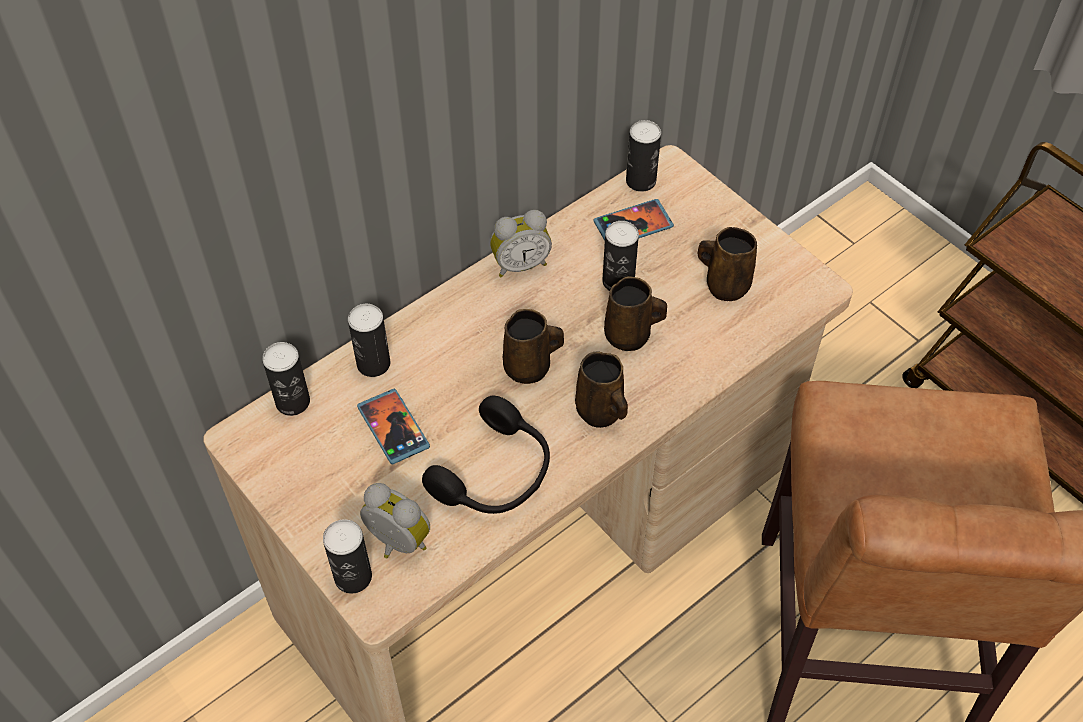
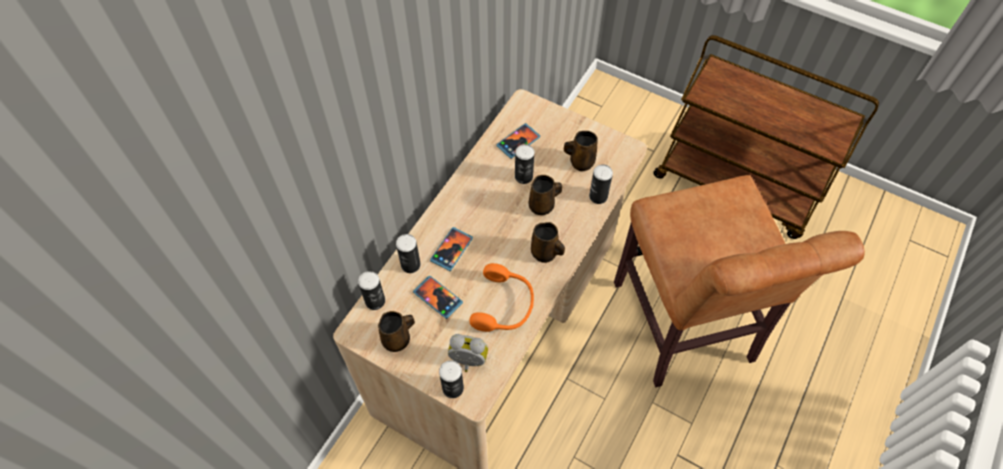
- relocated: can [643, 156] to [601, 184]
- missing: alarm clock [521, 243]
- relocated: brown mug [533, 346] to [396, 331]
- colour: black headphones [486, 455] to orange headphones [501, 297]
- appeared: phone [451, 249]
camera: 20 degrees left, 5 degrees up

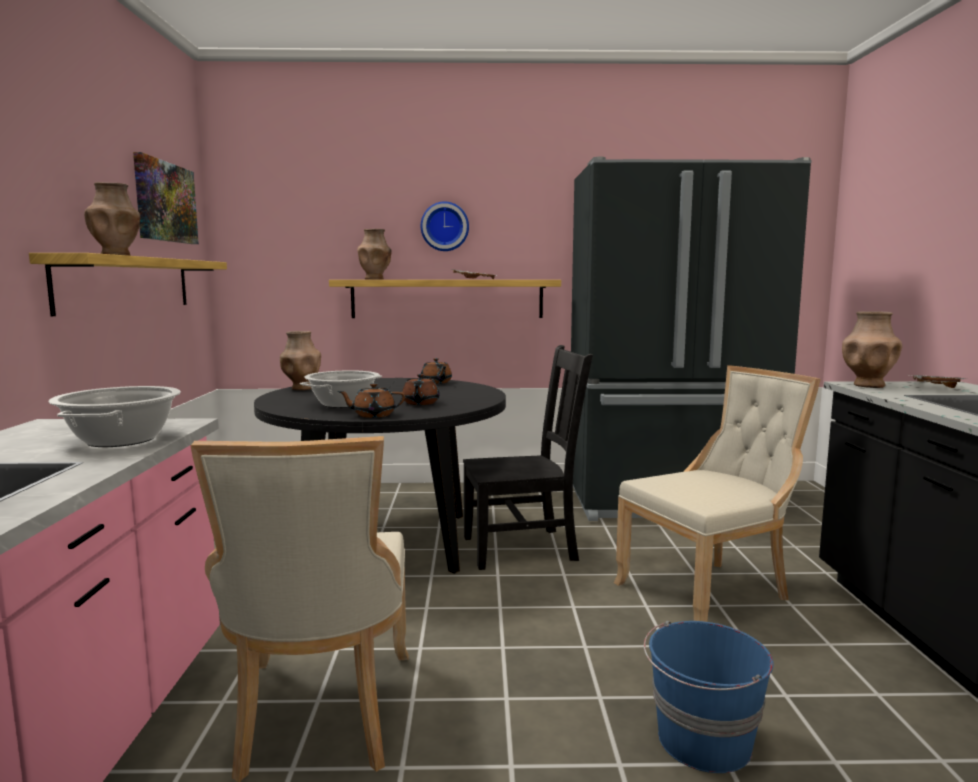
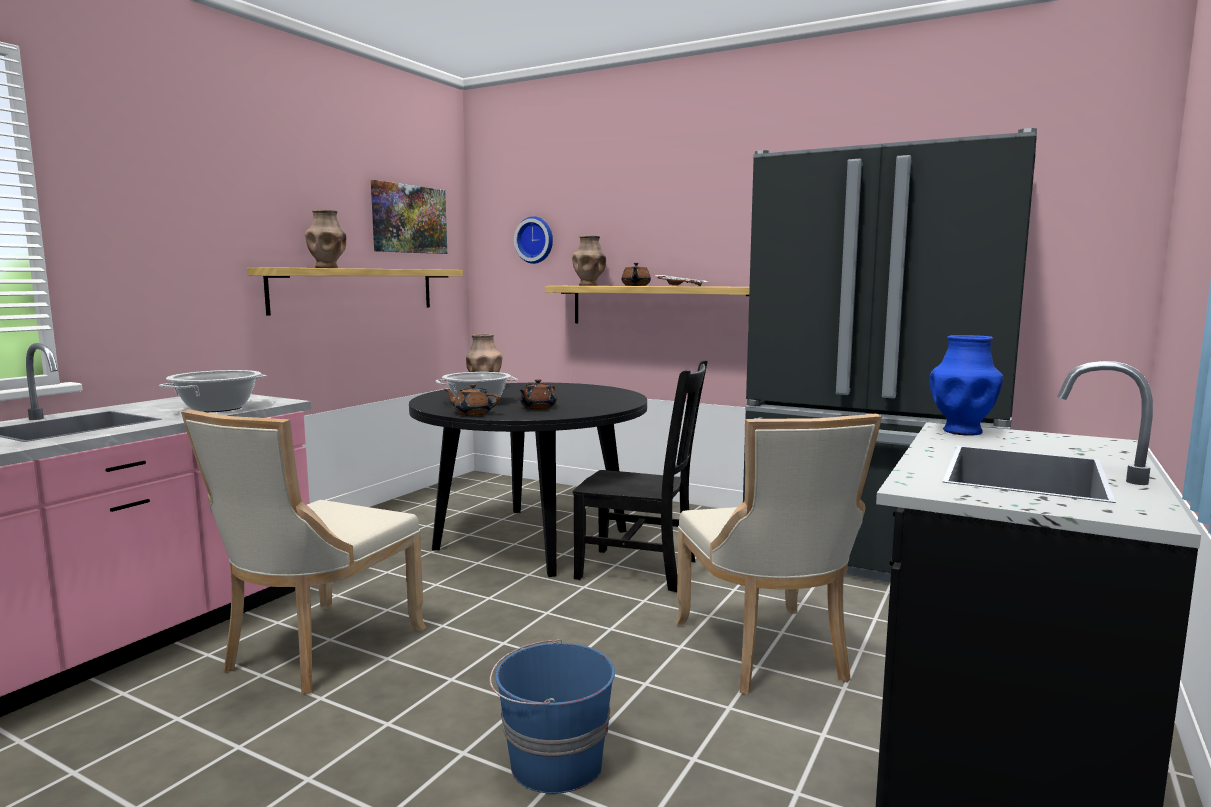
- relocated: wall clock [445, 226] to [533, 240]
- colour: brown vase [872, 349] to blue vase [966, 385]
- relocated: brown teapot [436, 371] to [636, 274]
- spun: beige chair [717, 493] = [778, 554] 75 degrees clockwise
- missing: white tray [939, 381]
camera: 30 degrees right, 0 degrees up

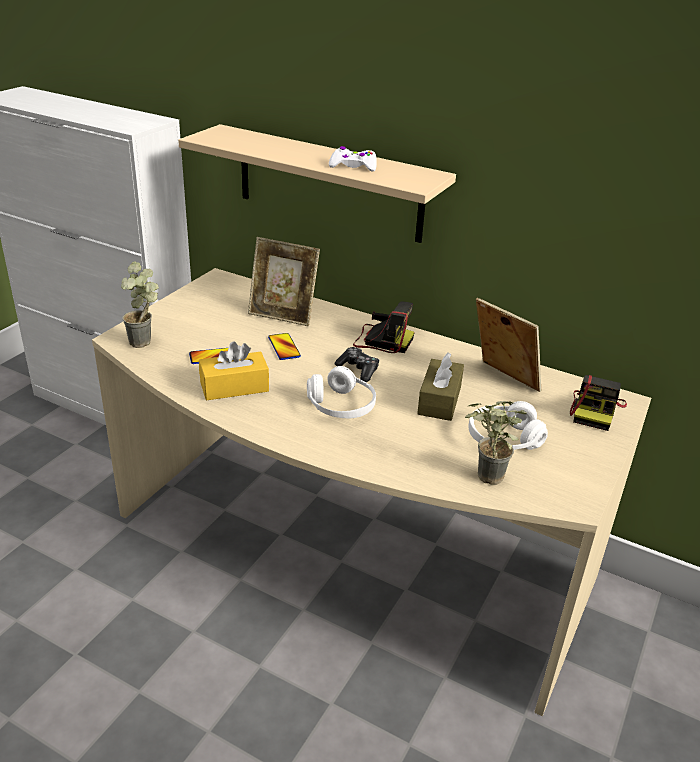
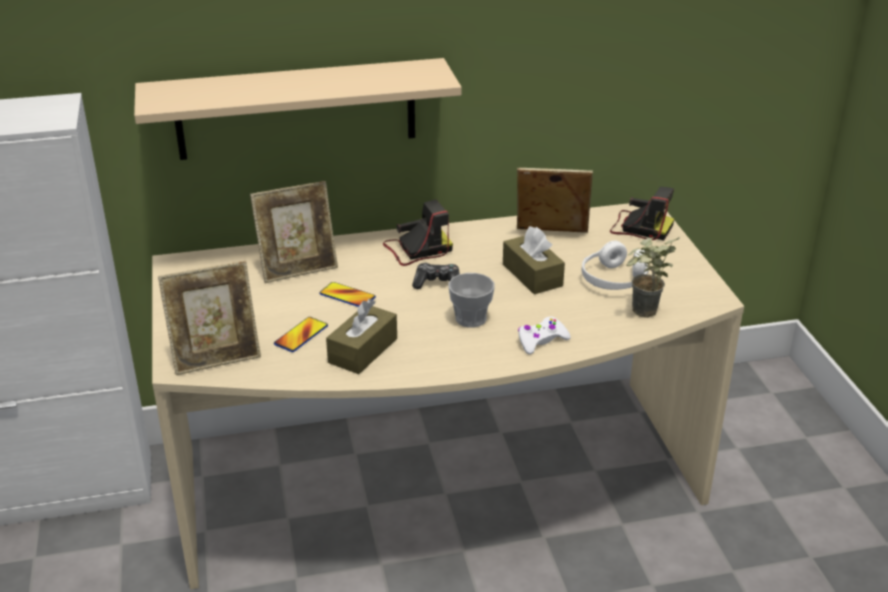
- relocated: white game controller [353, 159] to [544, 335]
- exchanged: potted plant [140, 304] to picture frame [209, 318]
- colour: yellow tissue box [234, 370] to brown tissue box [361, 336]
- exchanged: white headphones [341, 392] to cup [471, 300]
- spun: photo camera [598, 403] = [642, 213] 45 degrees counterclockwise
camera: 40 degrees left, 0 degrees up

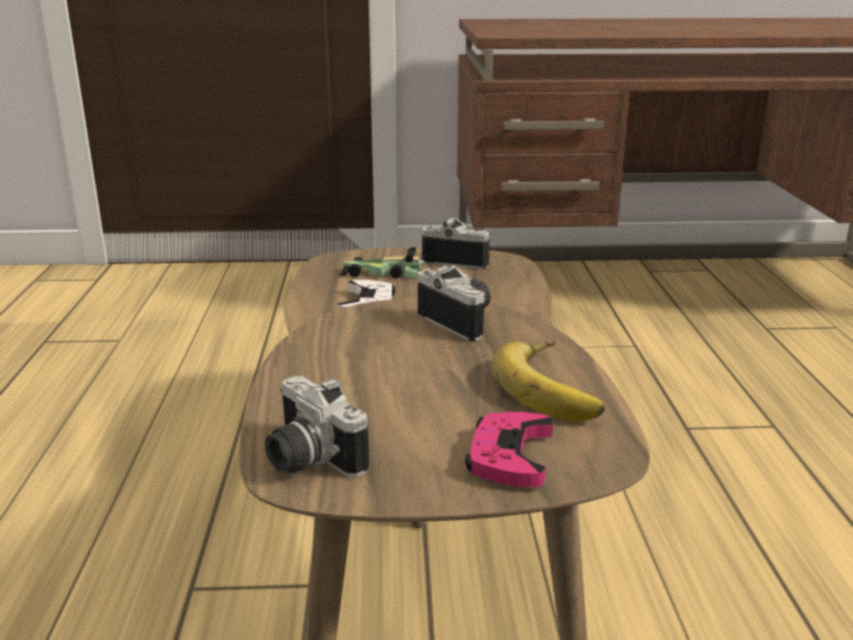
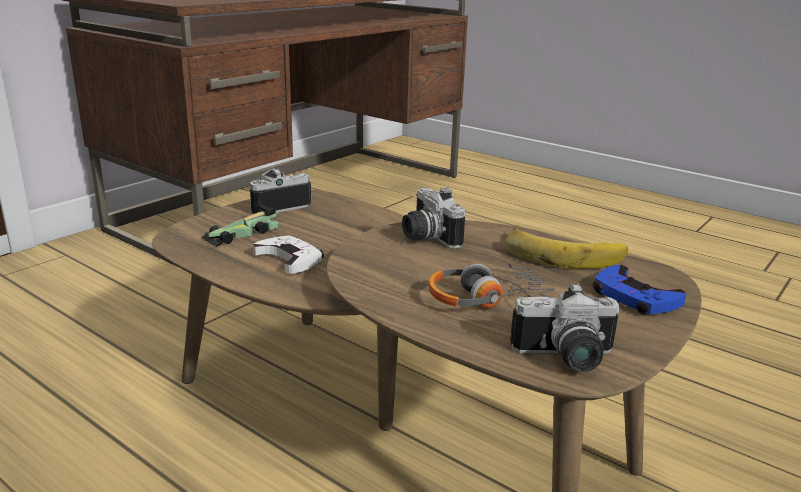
- spun: photo camera [454, 303] = [433, 218] 120 degrees counterclockwise
- colour: pink game controller [509, 450] to blue game controller [639, 290]
- appeared: headphones [492, 284]
camera: 50 degrees left, 0 degrees up

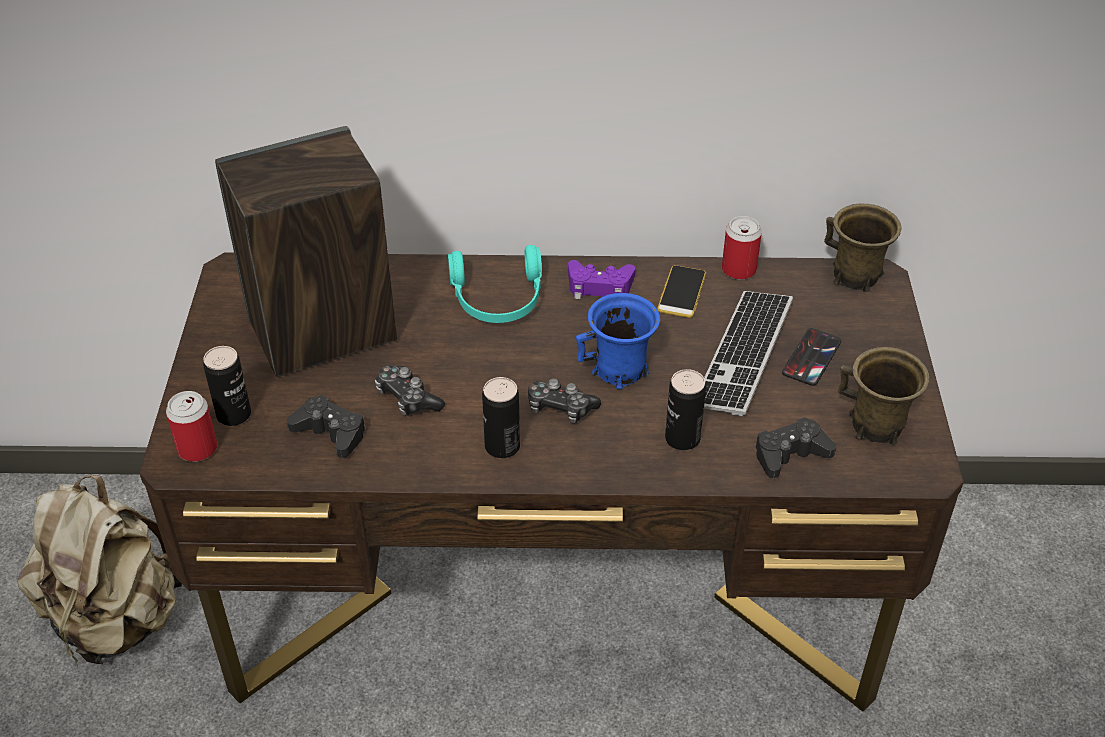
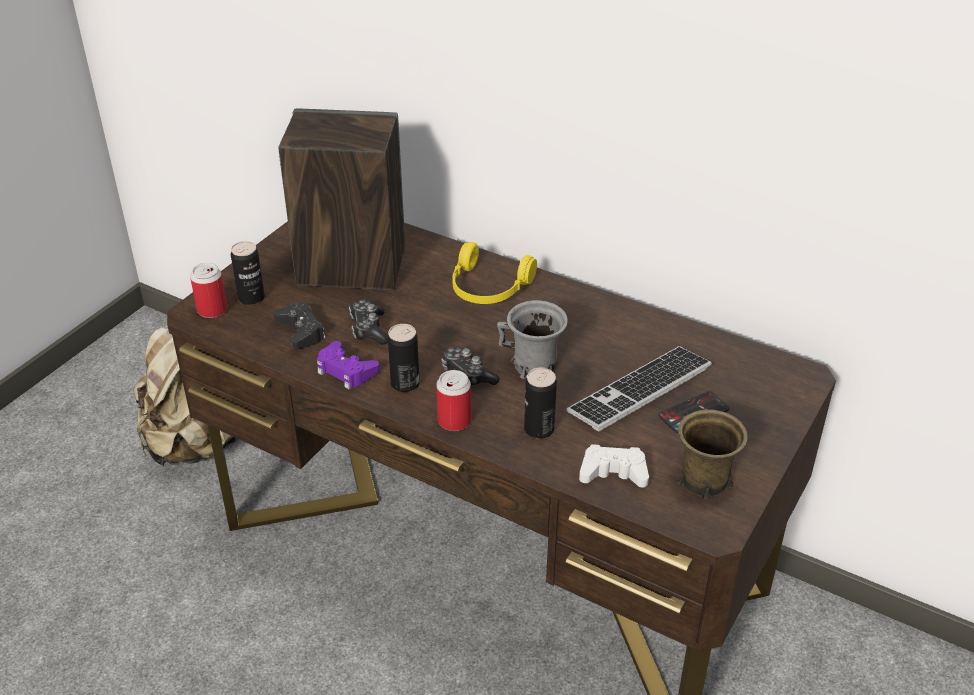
- missing: brown mug [862, 248]
- relocated: can [742, 248] to [453, 400]
- colour: turquoise headphones [495, 284] to yellow headphones [494, 273]
- relocated: purple game controller [601, 279] to [348, 365]
- missing: phone [681, 291]
- colour: blue mug [618, 341] to grey mug [532, 339]
- colour: black game controller [796, 447] to white game controller [614, 466]
camera: 30 degrees right, 5 degrees down

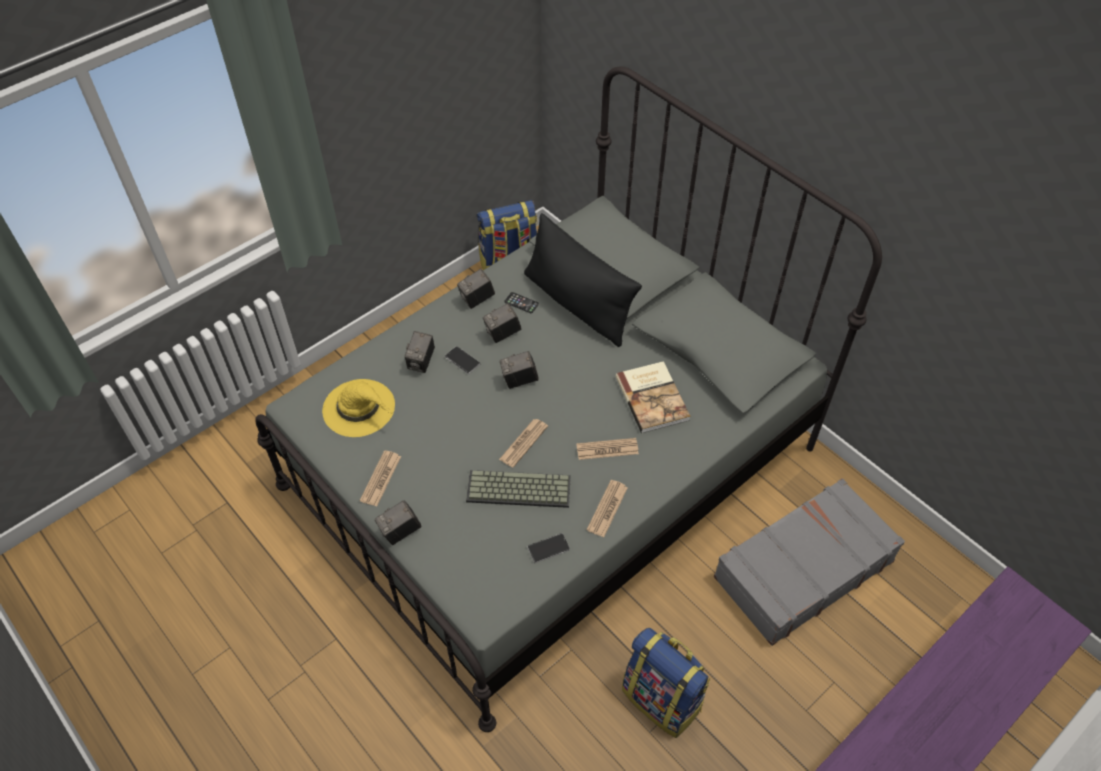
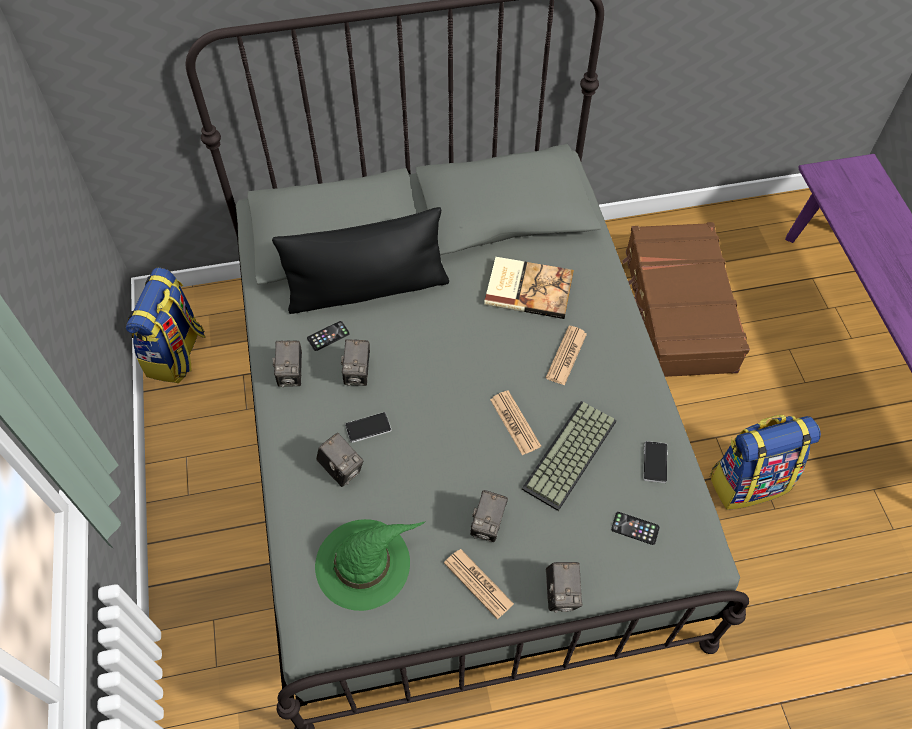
- relocated: photo camera [519, 370] to [489, 516]
- colour: yellow hat [358, 408] to green hat [370, 565]
- colour: grey suitcase [809, 562] to brown suitcase [686, 299]
- missing: newspaper [607, 508]
- appeared: phone [635, 528]
camera: 60 degrees left, 5 degrees up

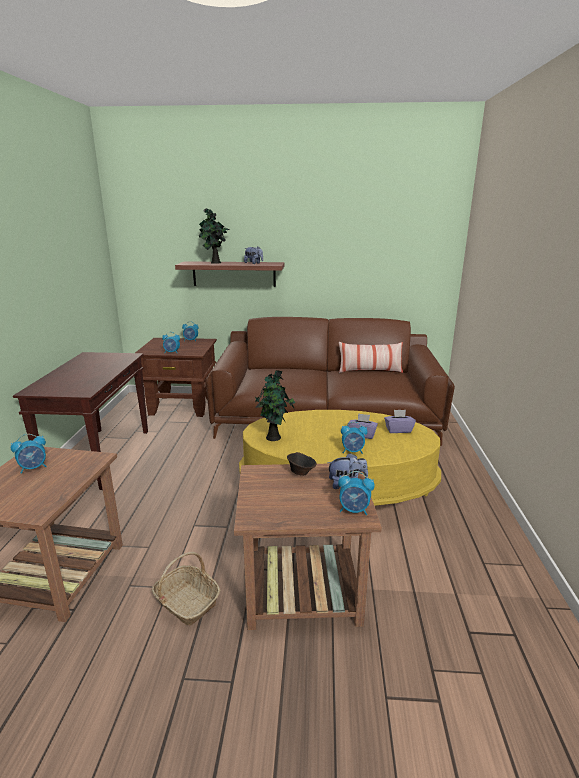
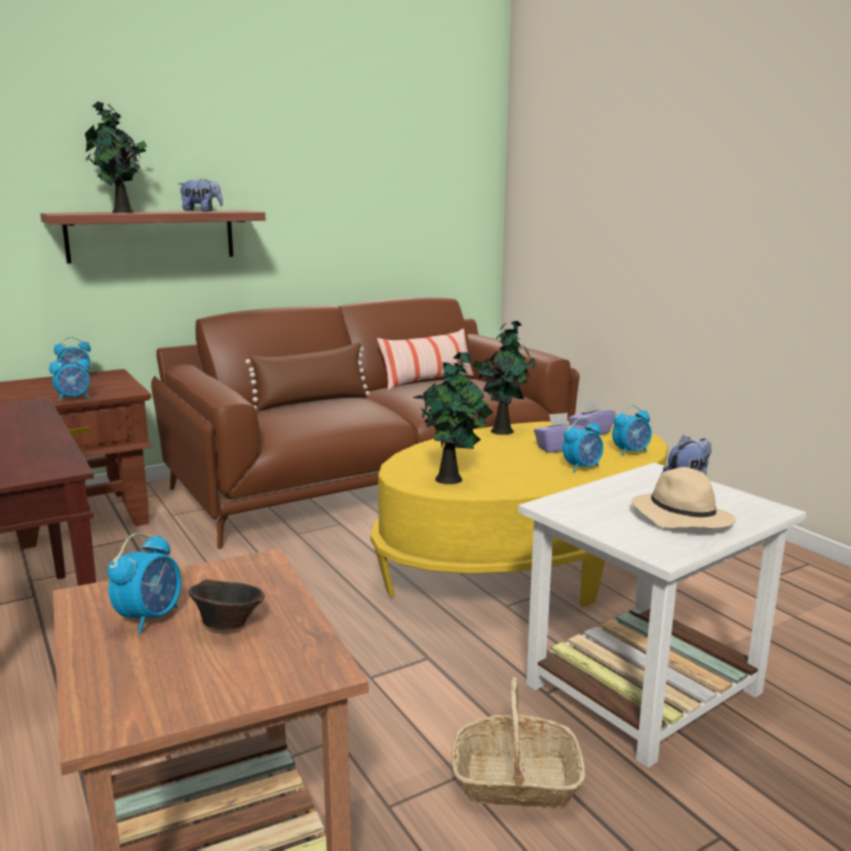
- relocated: brown bowl [302, 464] to [226, 604]
- colour: brown side table [308, 547] to white side table [662, 615]
- relocated: alarm clock [356, 493] to [632, 430]
- appeared: potted plant [504, 378]
- appeared: brown pillow [307, 376]
- appeared: beige hat [683, 497]
camera: 35 degrees left, 5 degrees down

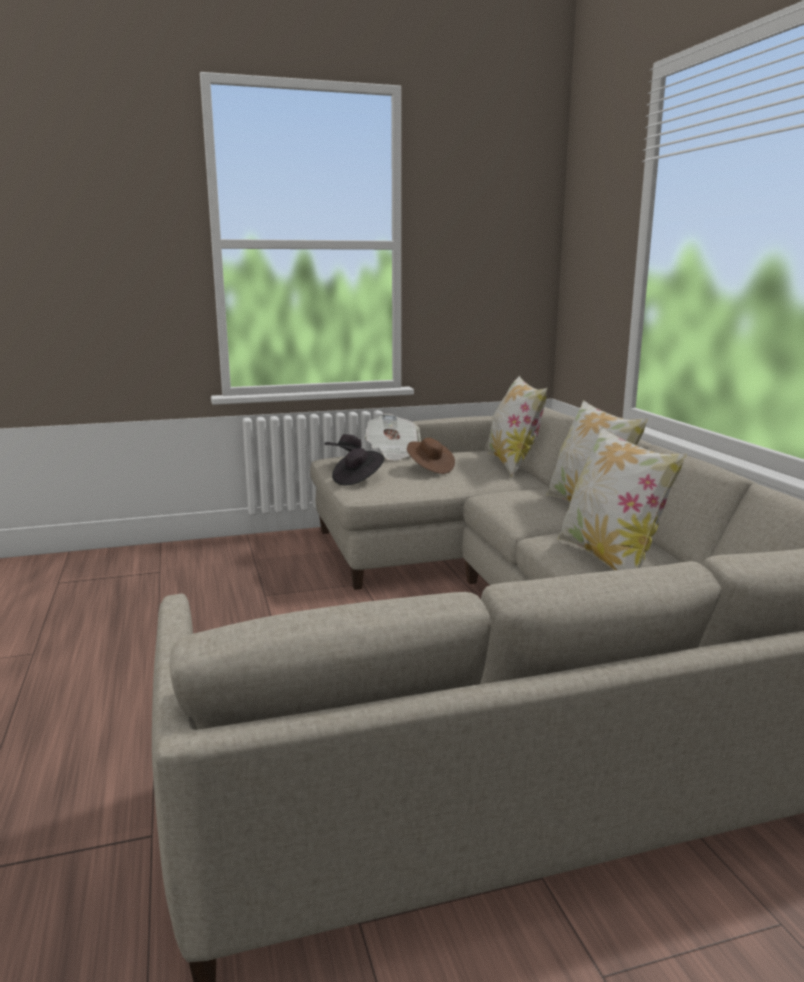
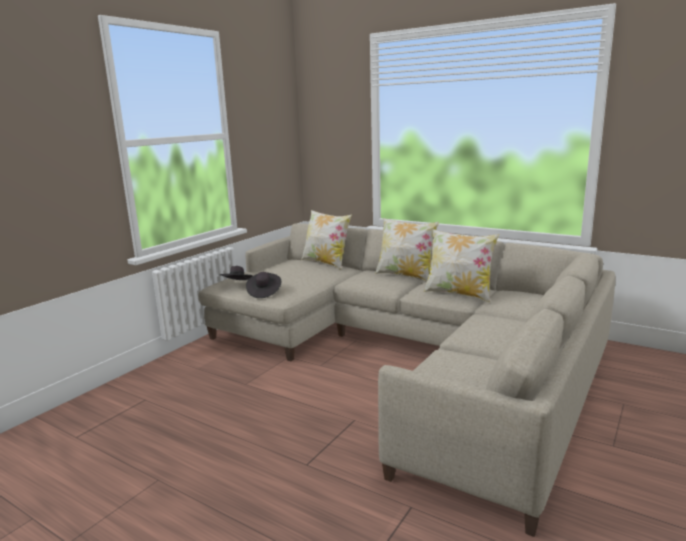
- missing: newspaper [393, 437]
- missing: brown hat [431, 456]
camera: 40 degrees left, 0 degrees up

